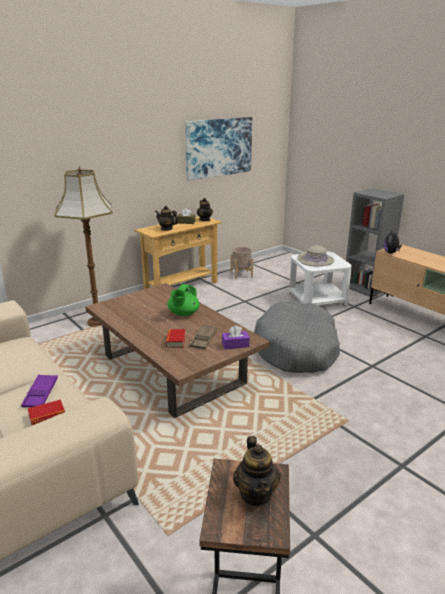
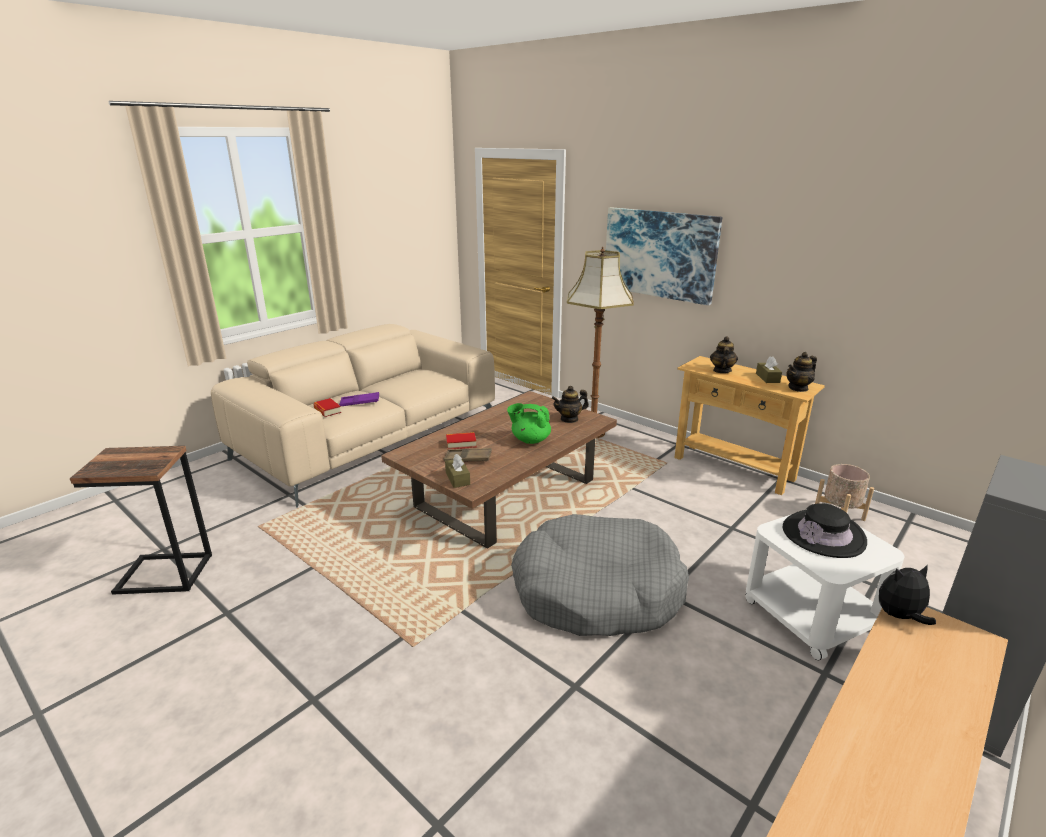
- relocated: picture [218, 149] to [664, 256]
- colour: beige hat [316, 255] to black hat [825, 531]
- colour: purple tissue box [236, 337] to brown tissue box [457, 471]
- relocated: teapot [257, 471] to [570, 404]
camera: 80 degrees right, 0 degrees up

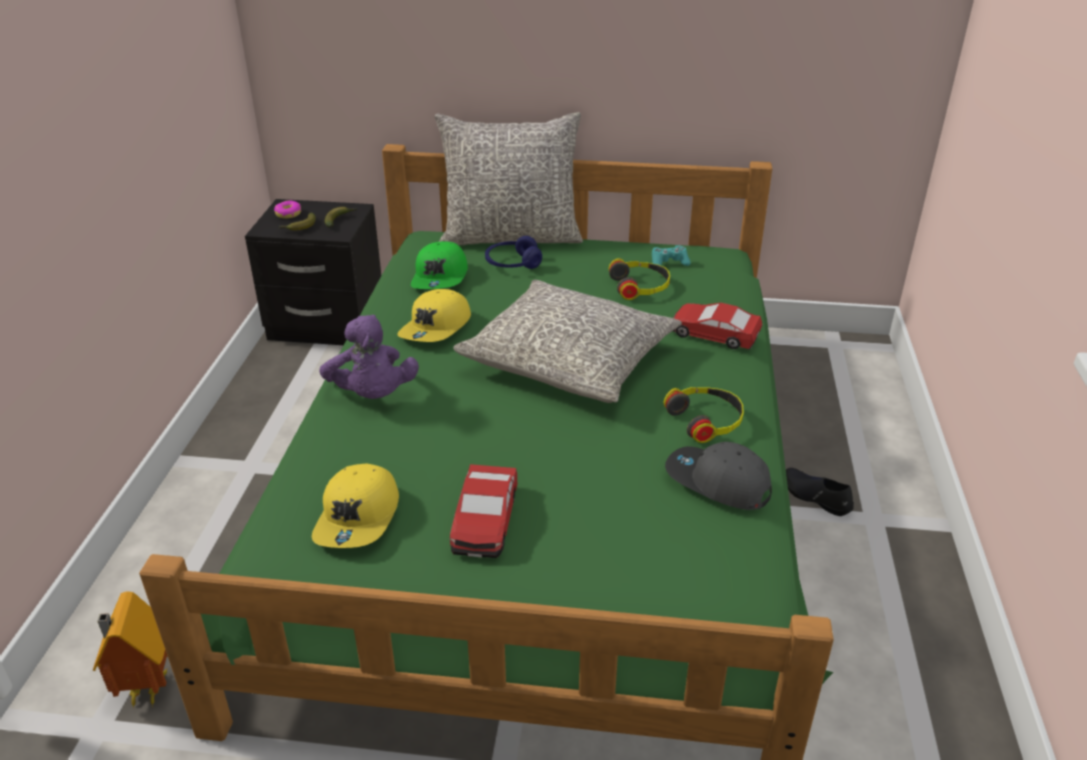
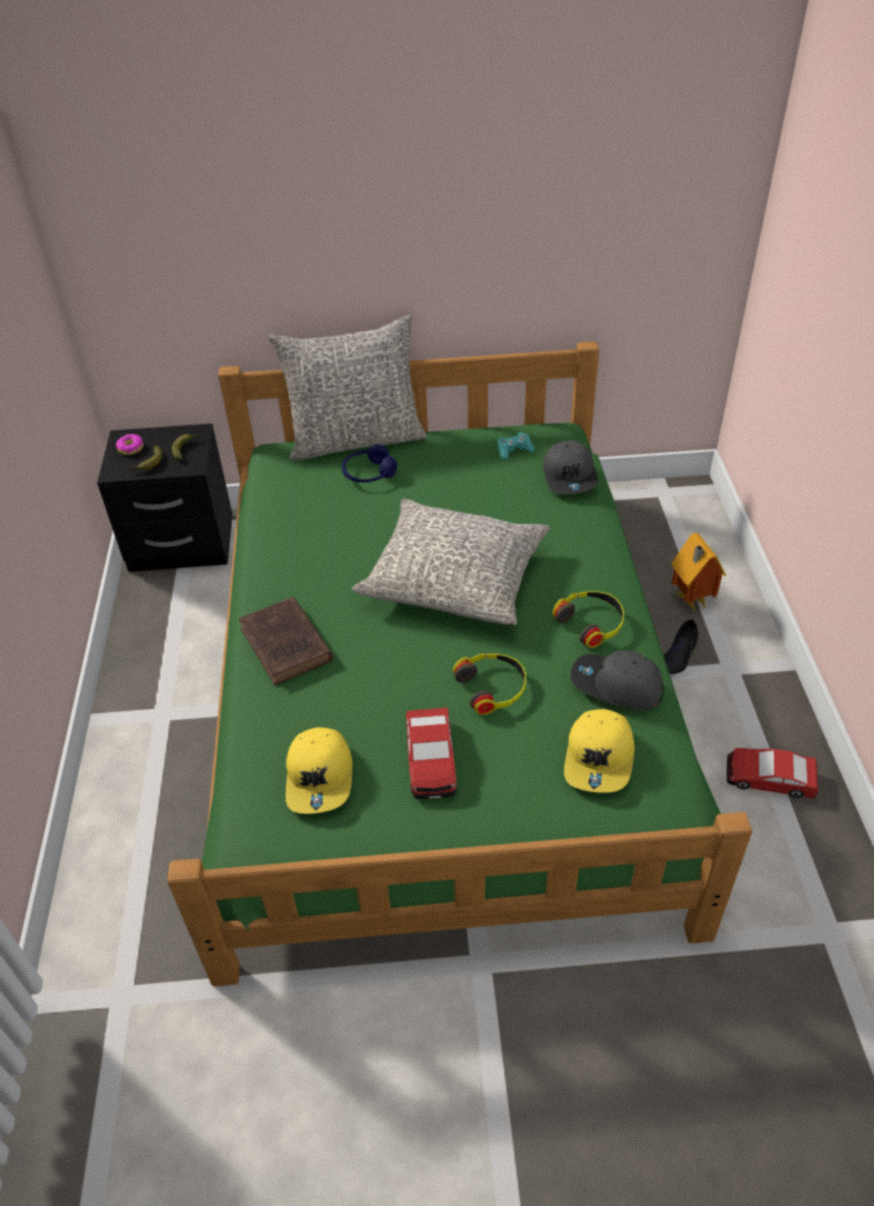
- missing: green cap [439, 265]
- relocated: headphones [639, 279] to [489, 684]
- relocated: yellow cap [434, 315] to [599, 751]
- relocated: toy car [717, 326] to [772, 773]
- exchanged: purple plush toy [369, 357] to brown book [286, 641]
- spun: black shoe [820, 492] = [681, 646] 90 degrees counterclockwise
- relocated: toy house [130, 650] to [698, 572]
- appeared: grey cap [570, 467]
camera: 10 degrees left, 10 degrees up

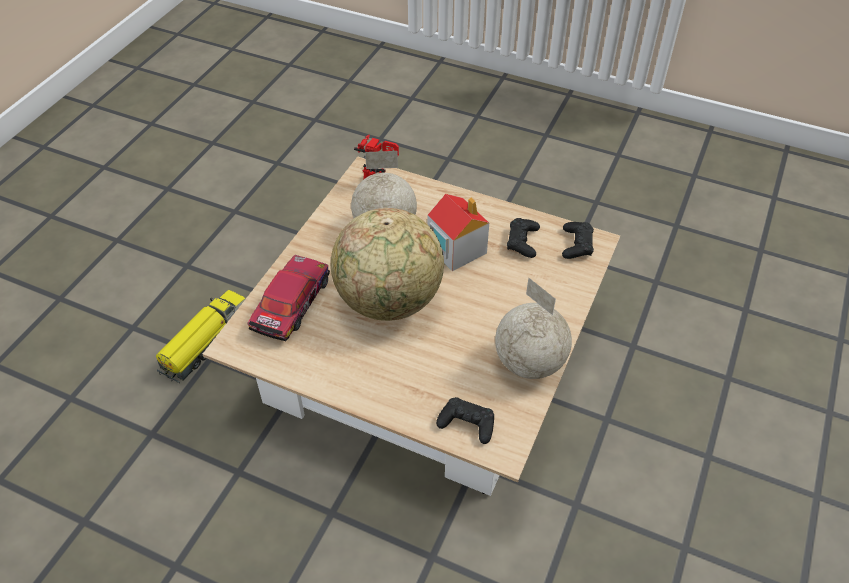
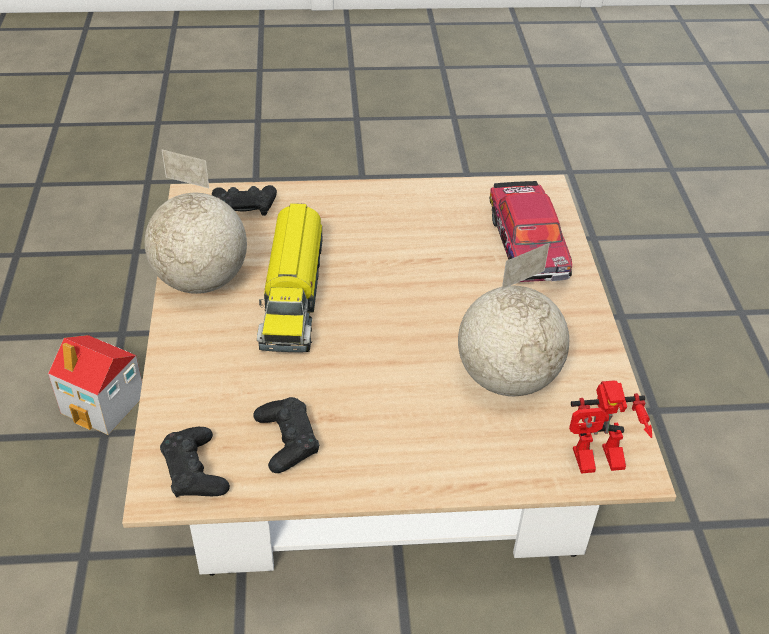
- relocated: toy house [458, 232] to [95, 385]
- missing: globe [387, 264]
- relocated: toy truck [201, 336] to [290, 277]
camera: 150 degrees right, 5 degrees down

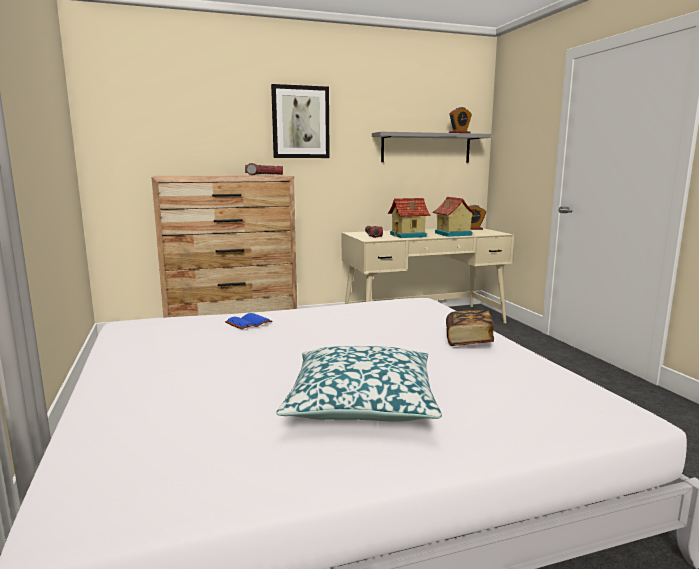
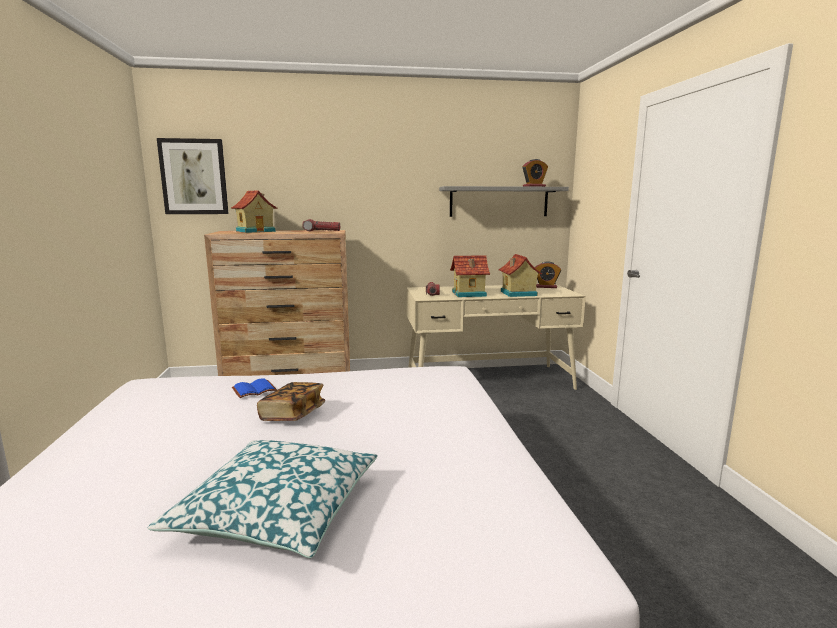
- relocated: picture [300, 121] to [193, 176]
- relocated: book [470, 328] to [291, 401]
- appeared: toy house [254, 211]
camera: 10 degrees right, 0 degrees up

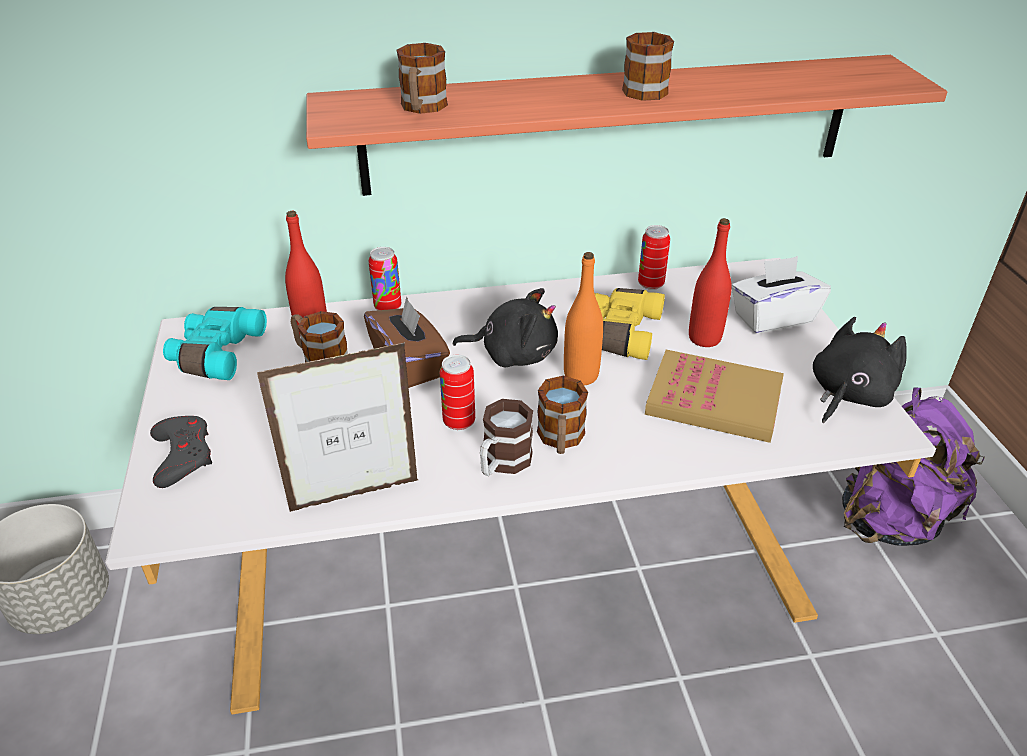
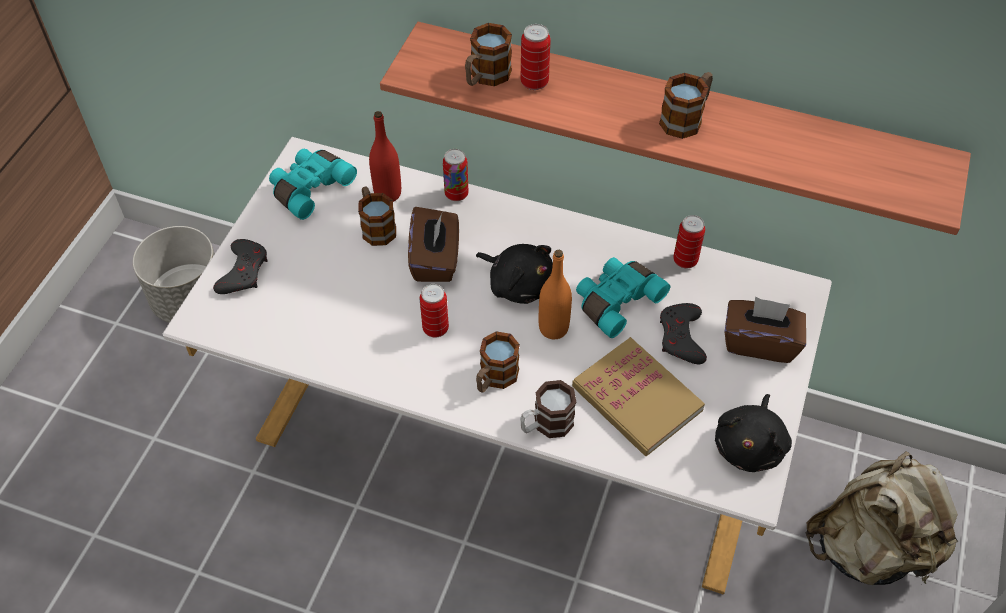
- exchanged: red bottle [710, 282] to grey game controller [683, 333]
- colour: white tissue box [781, 294] to brown tissue box [765, 330]
- colour: yellow binoculars [629, 324] to turquoise binoculars [623, 297]
- spun: black plush toy [860, 370] = [753, 433] 135 degrees clockwise
- missing: picture frame [337, 427]
- colour: purple backpack [913, 466] to beige backpack [882, 518]
- relocated: mug [506, 437] to [548, 409]
- appeared: can [536, 57]
camera: 30 degrees right, 15 degrees up

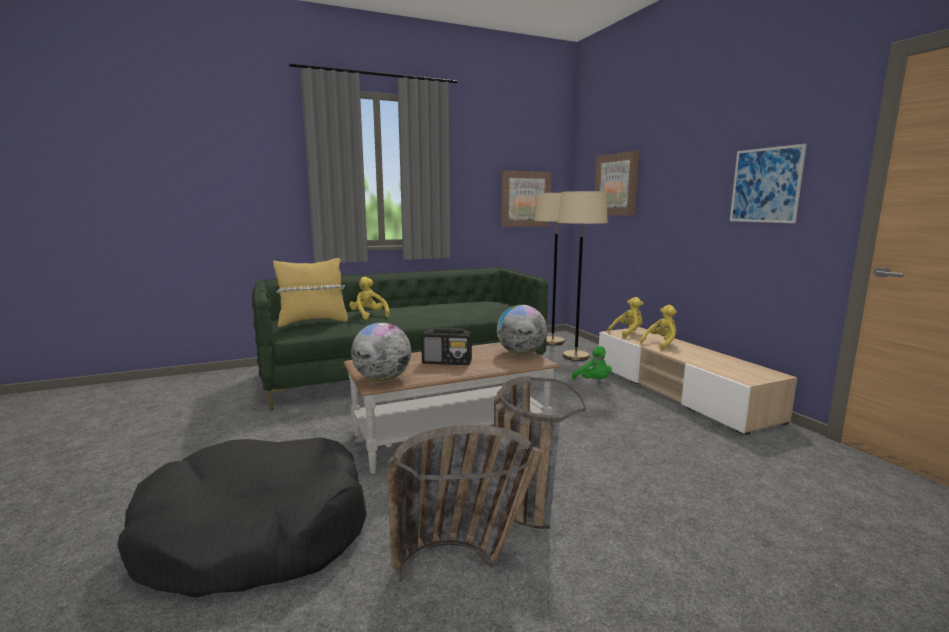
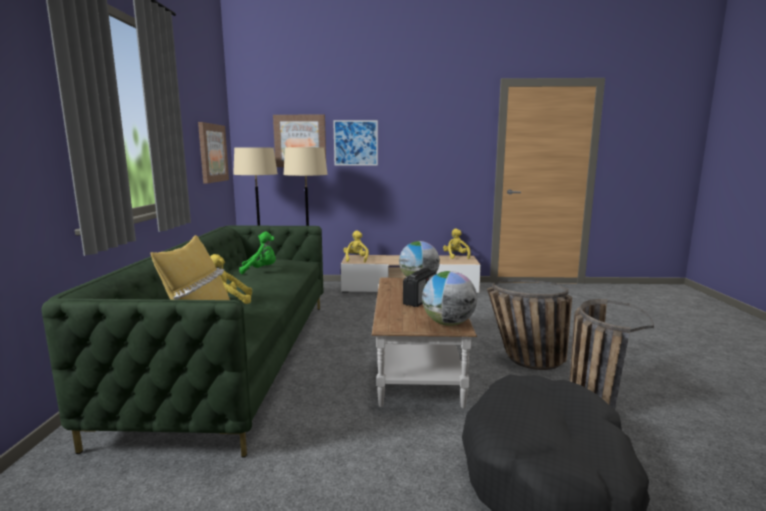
- relocated: picture [768, 183] to [355, 142]
- relocated: yellow plush toy [658, 327] to [456, 243]
- relocated: green plush toy [592, 363] to [257, 253]
camera: 65 degrees left, 0 degrees up

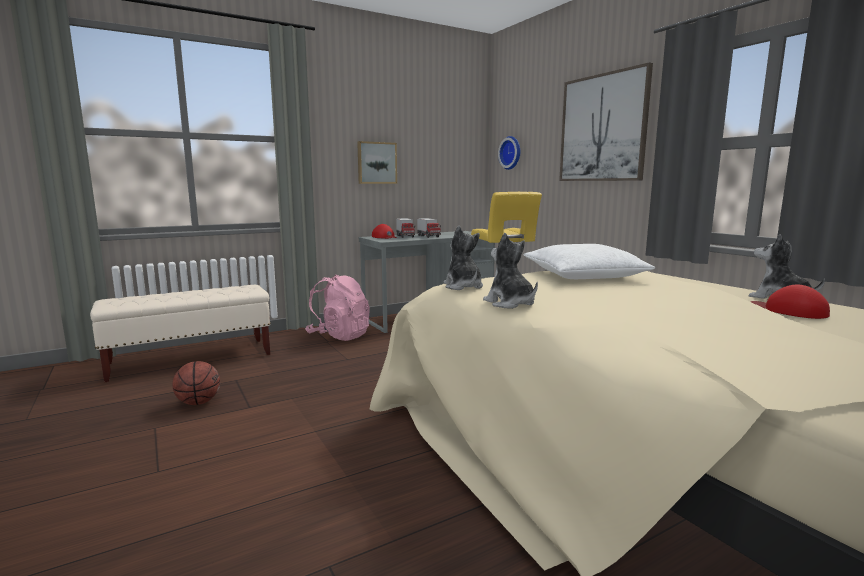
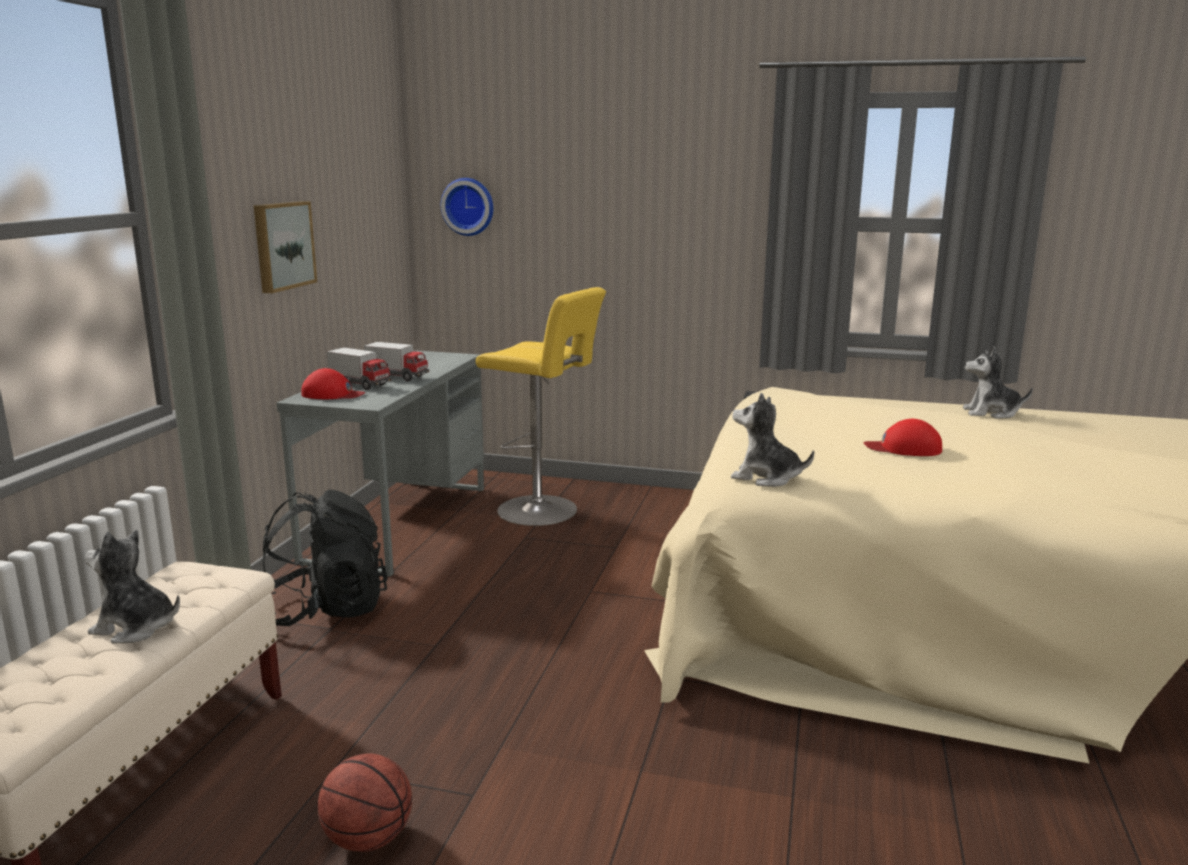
- missing: picture [606, 121]
- relocated: plush toy [510, 271] to [132, 587]
- missing: white pillow [589, 261]
- colour: pink backpack [338, 308] to black backpack [325, 558]
- relocated: red cap [790, 302] to [903, 437]
camera: 45 degrees left, 5 degrees up

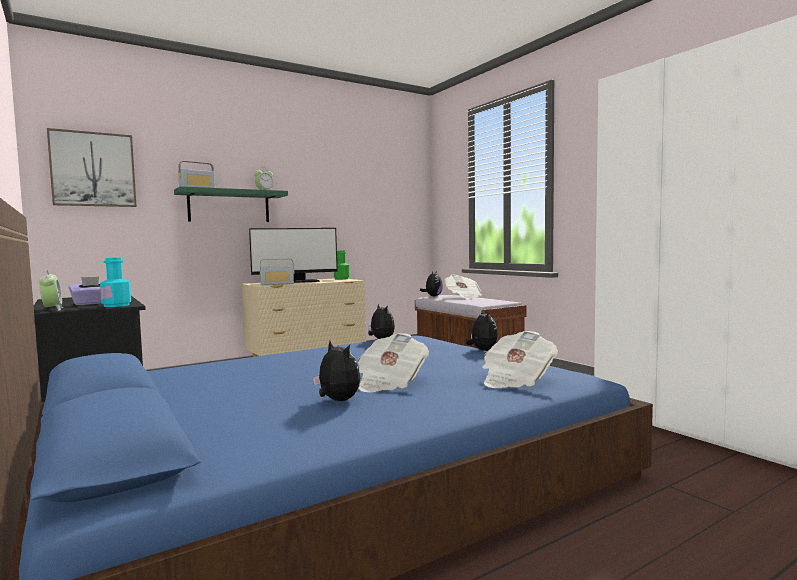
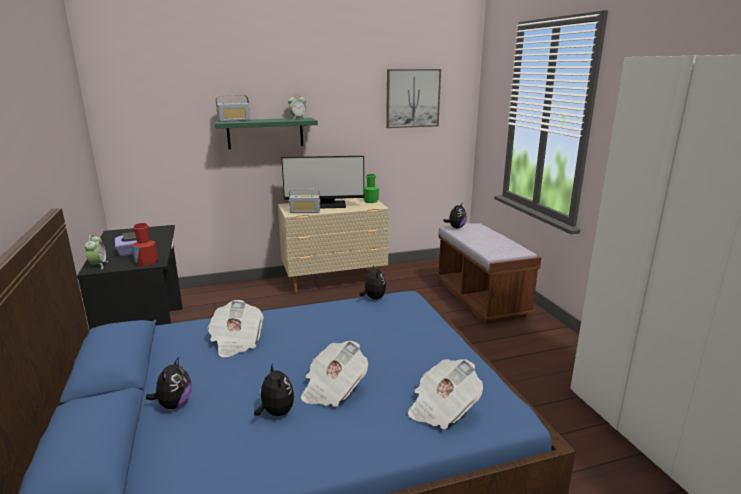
- relocated: picture [92, 167] to [413, 98]
- colour: turquoise bottle [115, 282] to red bottle [145, 244]
- relocated: newspaper [463, 287] to [235, 329]
- relocated: plush toy [482, 330] to [168, 382]
camera: 15 degrees right, 15 degrees up

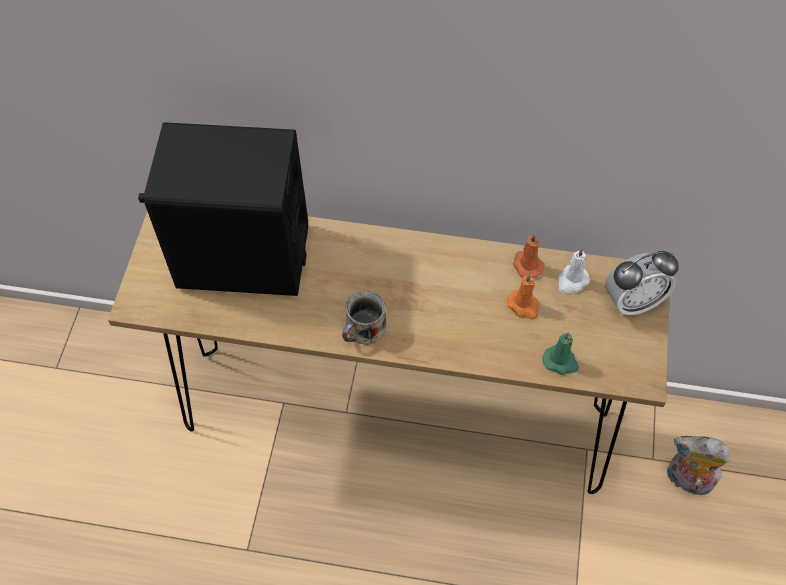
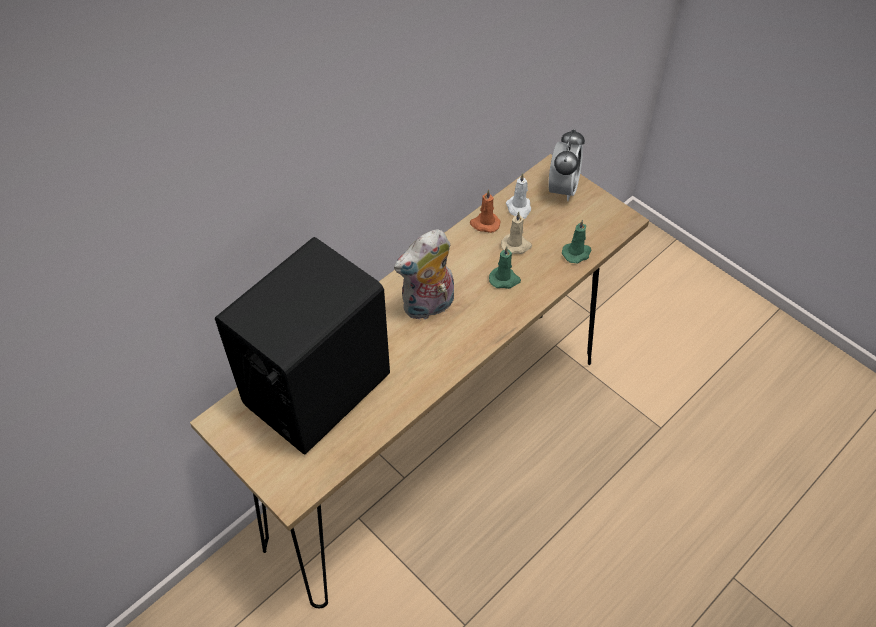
- colour: orange candle [523, 297] to beige candle [516, 233]
- missing: mug [364, 318]
- relocated: plush toy [699, 465] to [424, 274]
- appeared: green candle [505, 267]
camera: 55 degrees left, 5 degrees down

